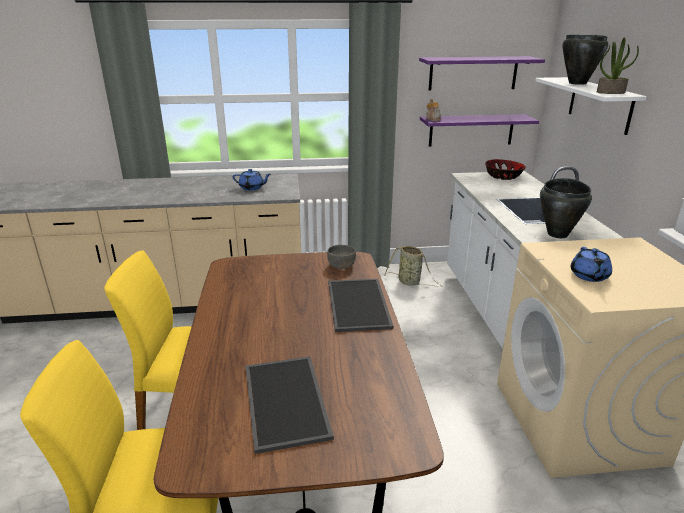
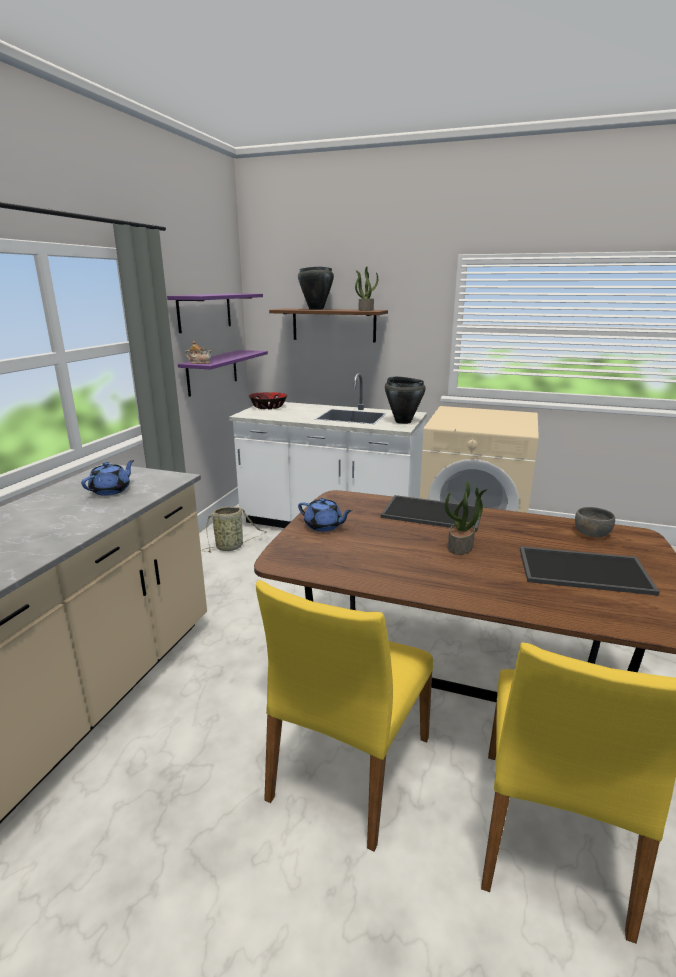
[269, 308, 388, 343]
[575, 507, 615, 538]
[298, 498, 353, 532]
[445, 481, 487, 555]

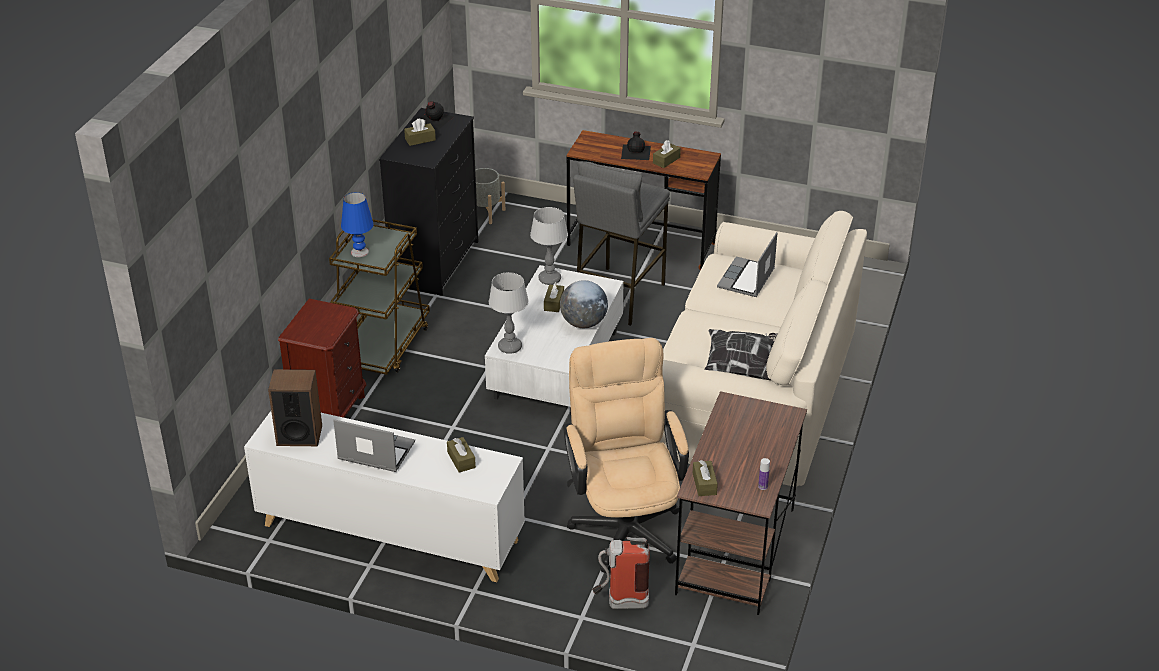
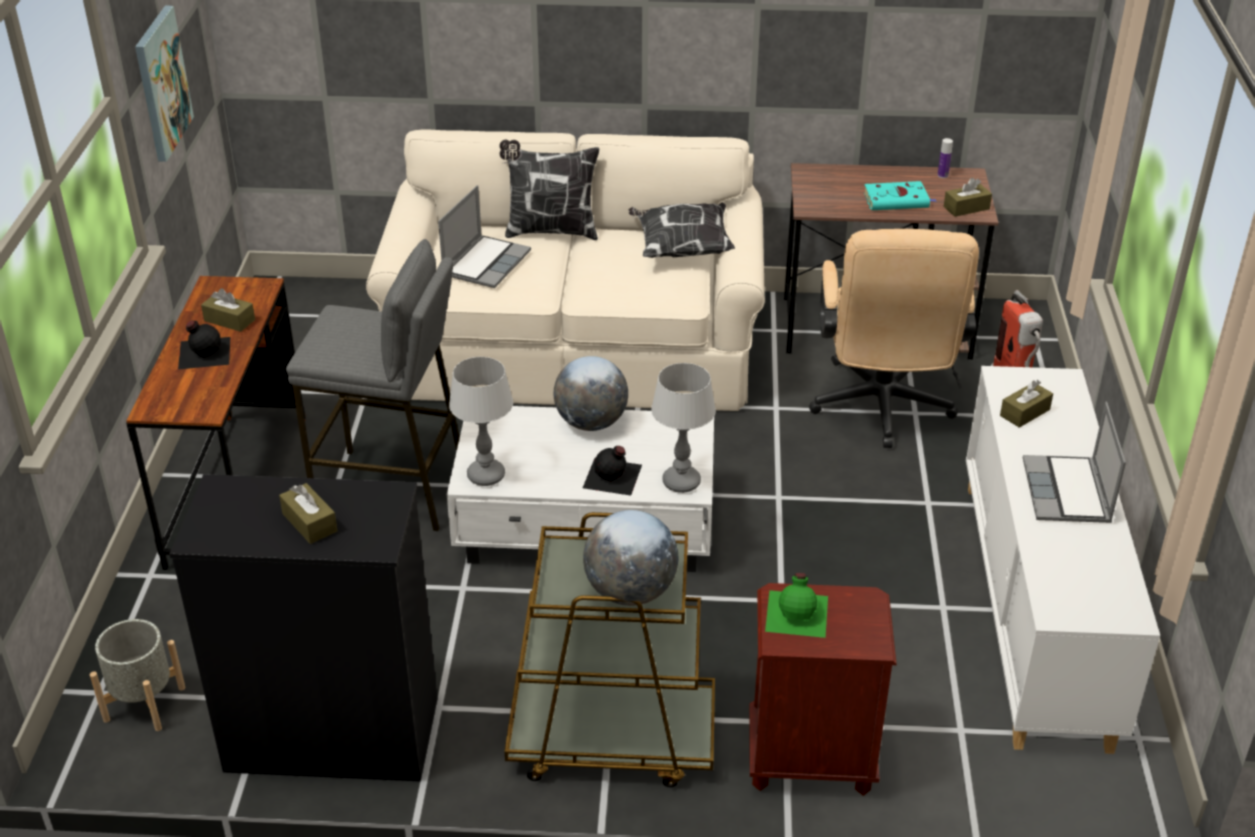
[583, 446, 642, 496]
[583, 510, 678, 606]
[438, 185, 531, 288]
[544, 282, 564, 312] (first image)
[809, 229, 979, 448]
[268, 369, 322, 446] (first image)
[135, 6, 194, 162]
[499, 140, 599, 240]
[864, 181, 937, 210]
[765, 573, 828, 638]

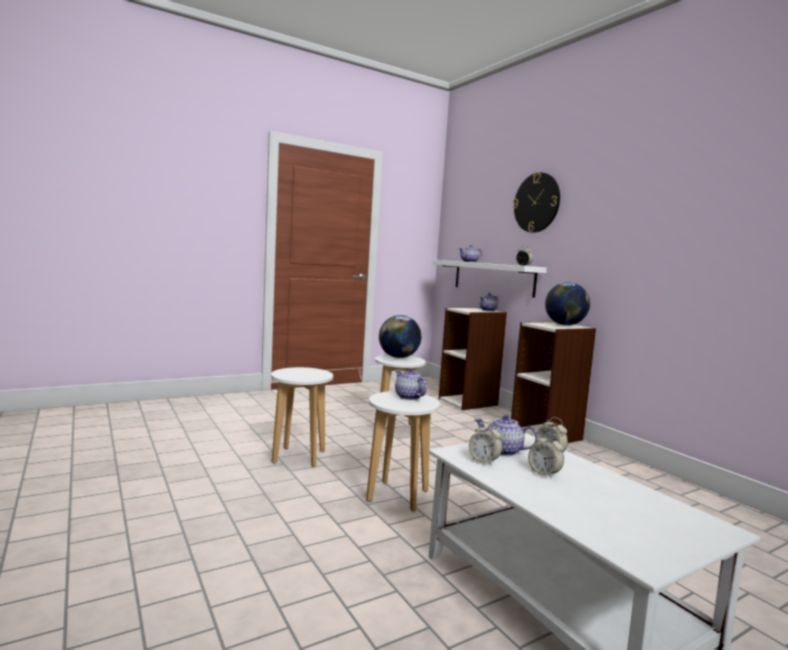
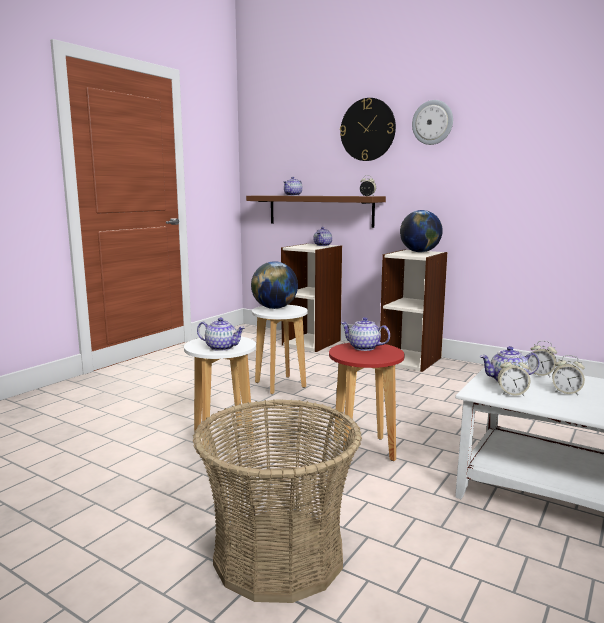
[246, 195, 386, 228]
[329, 343, 405, 461]
[412, 100, 453, 145]
[197, 317, 245, 351]
[193, 399, 362, 603]

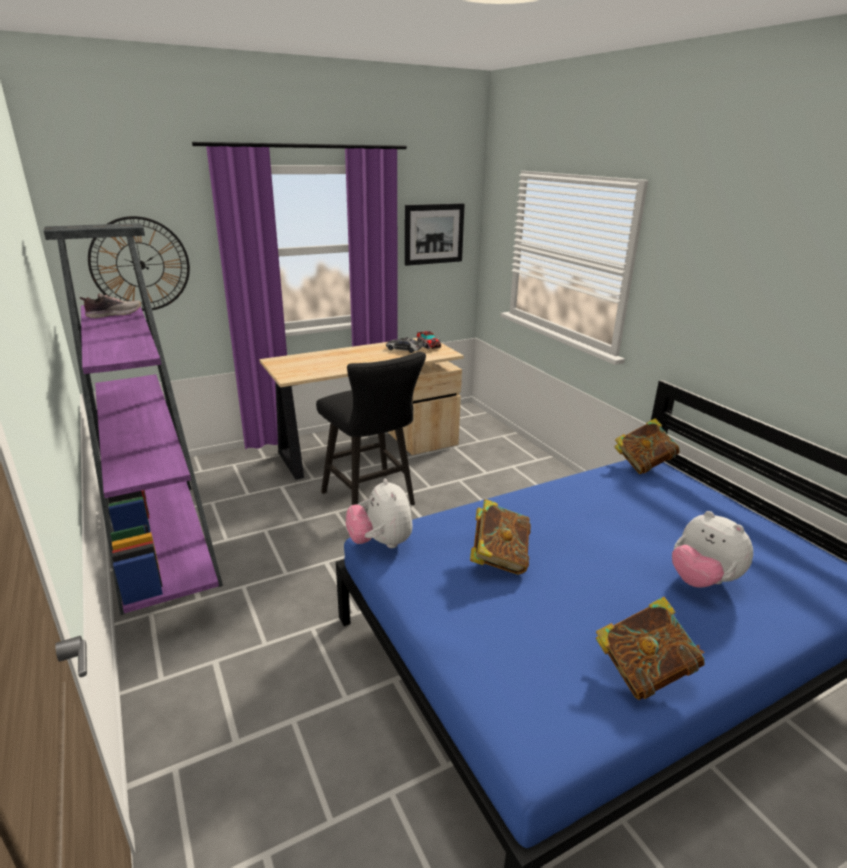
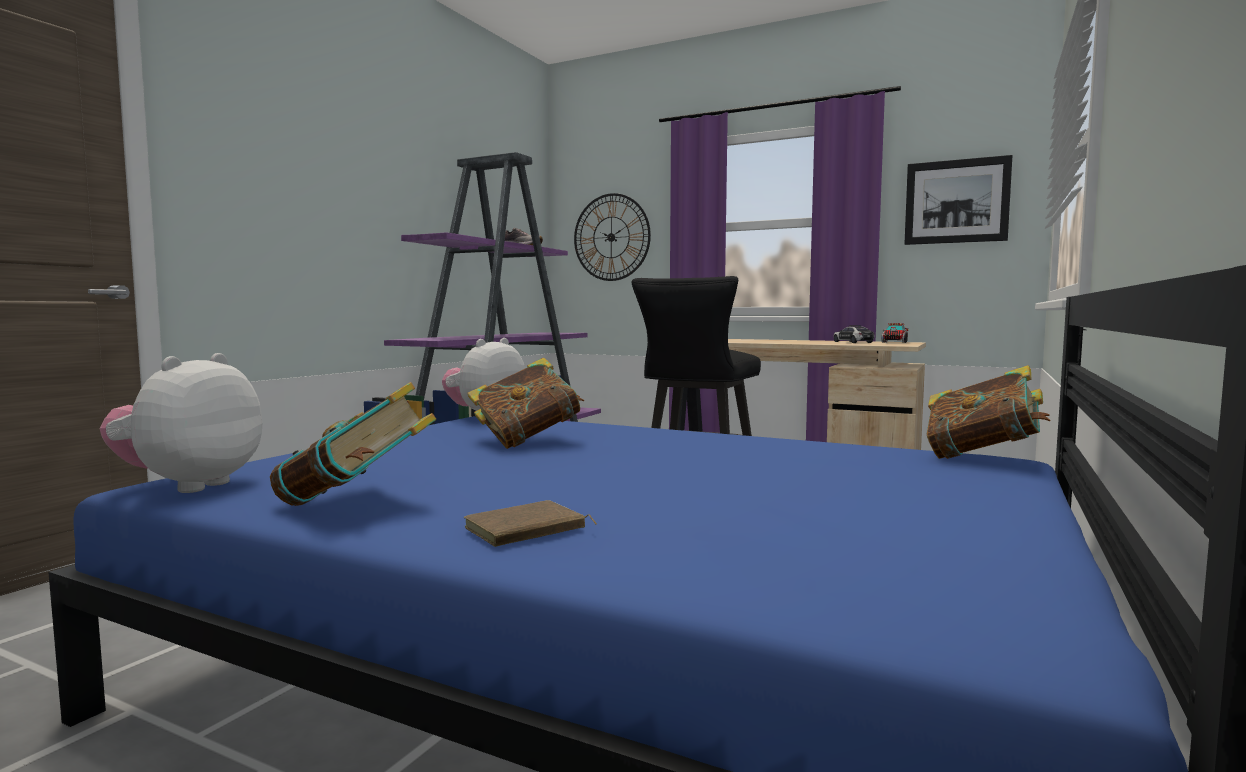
[100, 353, 262, 493]
[464, 500, 597, 547]

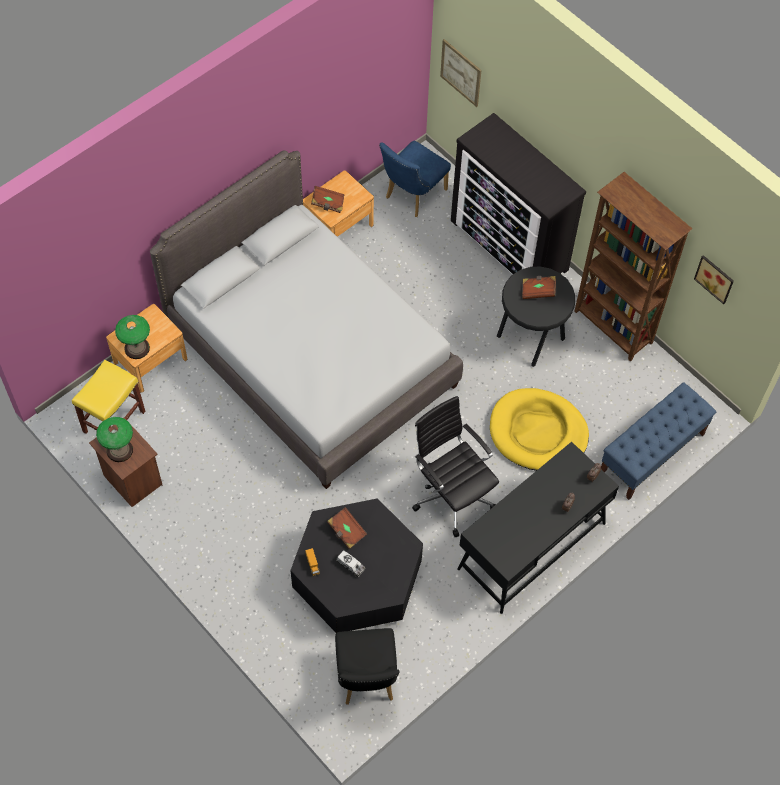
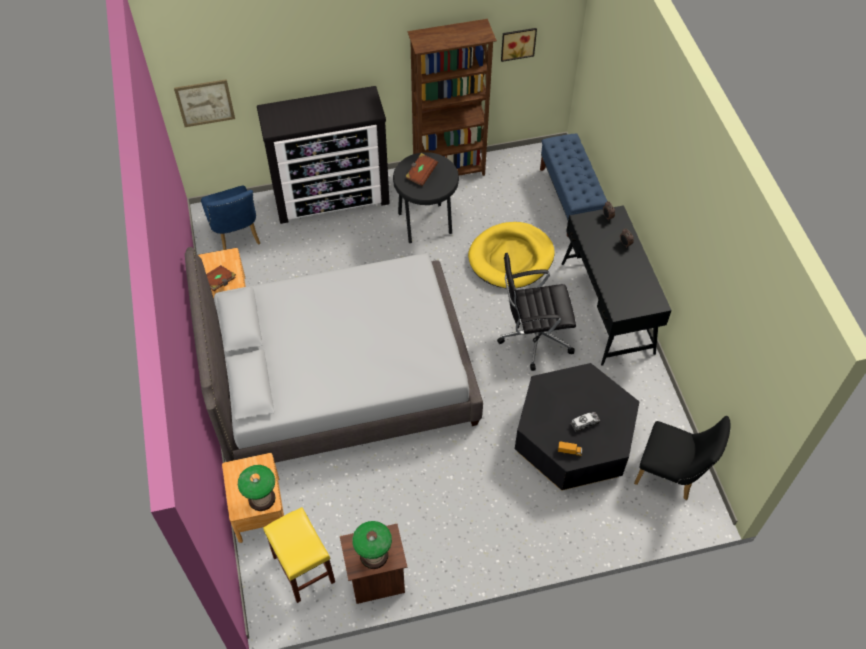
[328, 507, 367, 549] (first image)

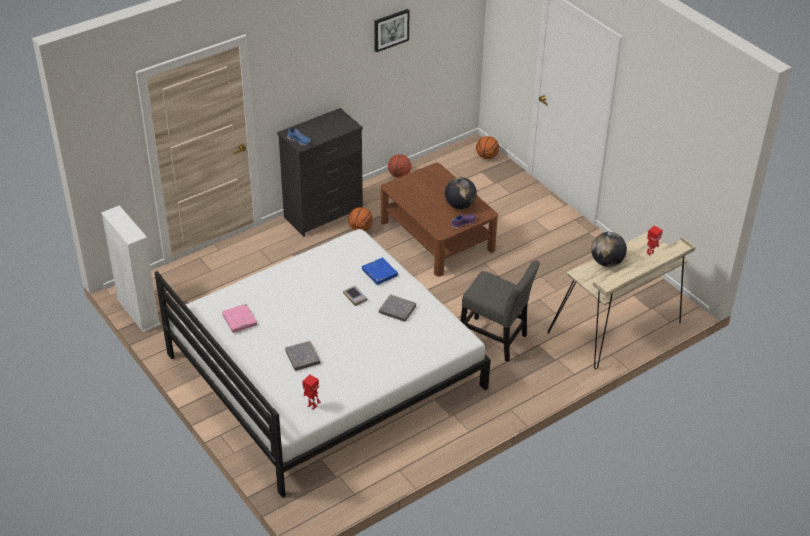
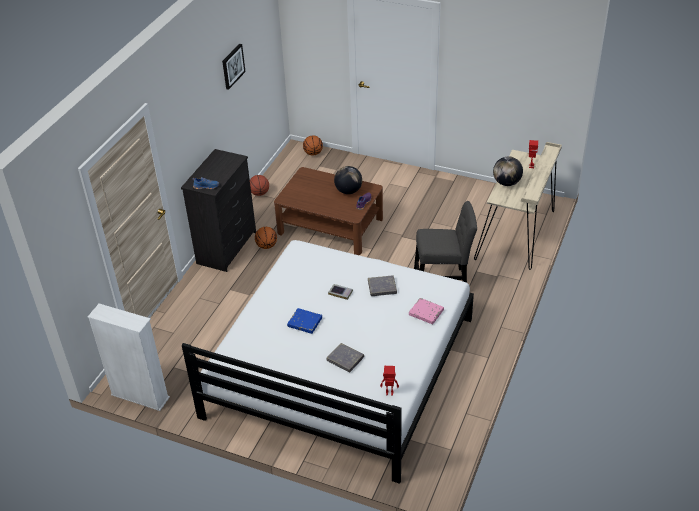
[287, 308, 322, 334]
[409, 298, 444, 324]

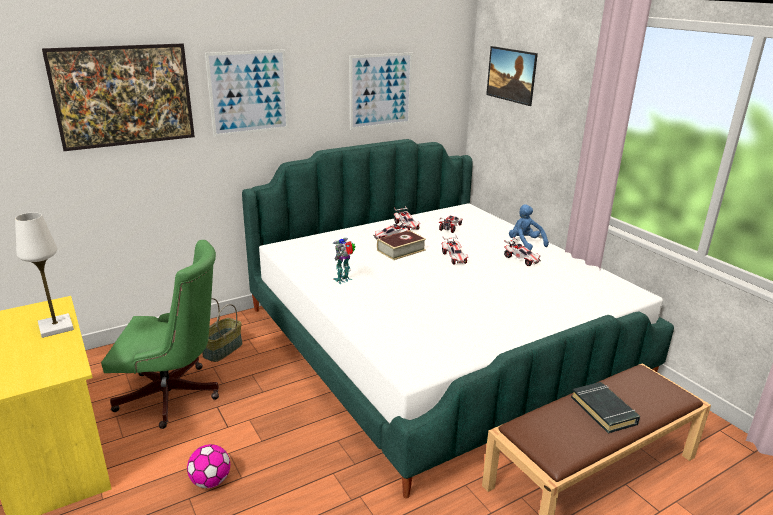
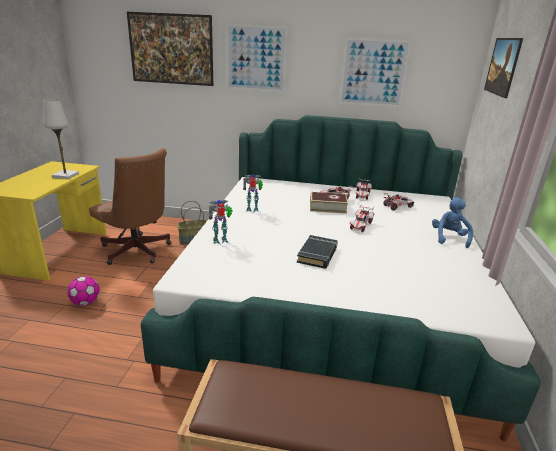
[504, 237, 541, 266] (first image)
[89, 148, 171, 265]
[297, 235, 338, 269]
[208, 200, 233, 244]

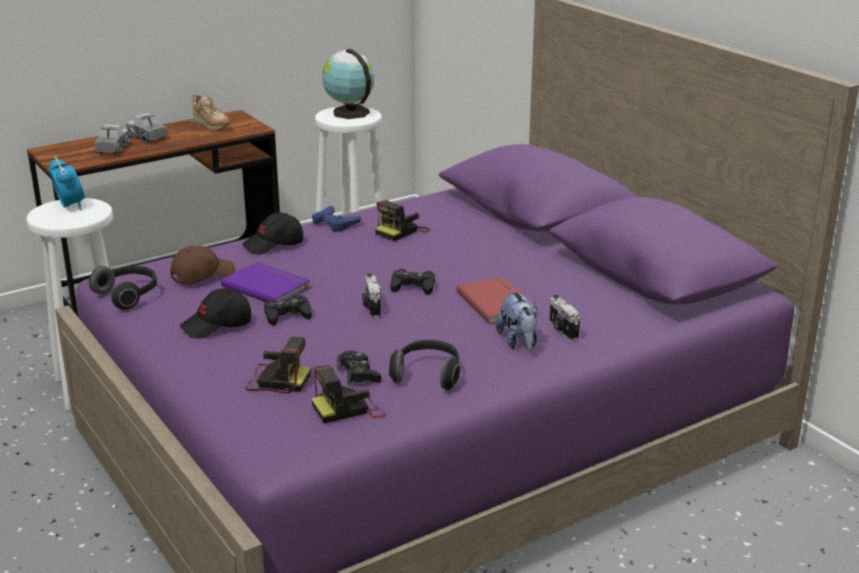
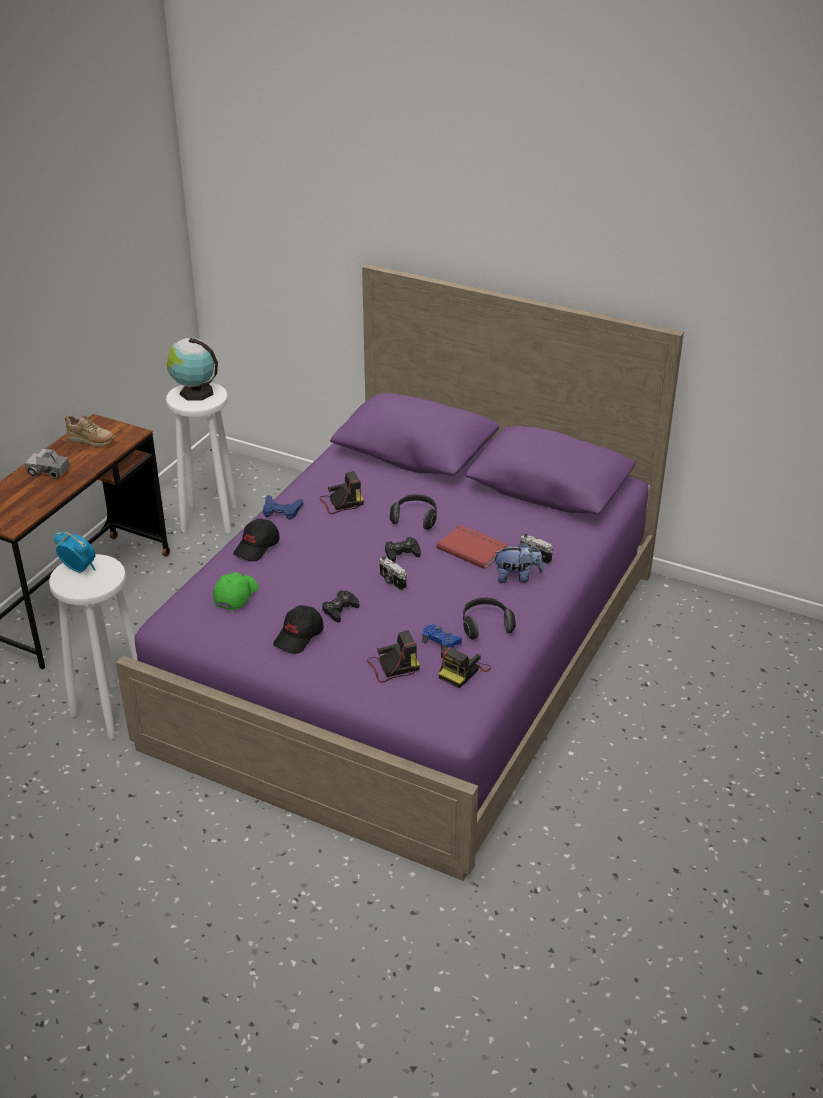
[95, 124, 131, 154] (first image)
[319, 471, 364, 514]
[213, 572, 259, 610]
[221, 262, 311, 302] (first image)
[389, 494, 437, 530]
[493, 542, 543, 583]
[422, 625, 462, 651]

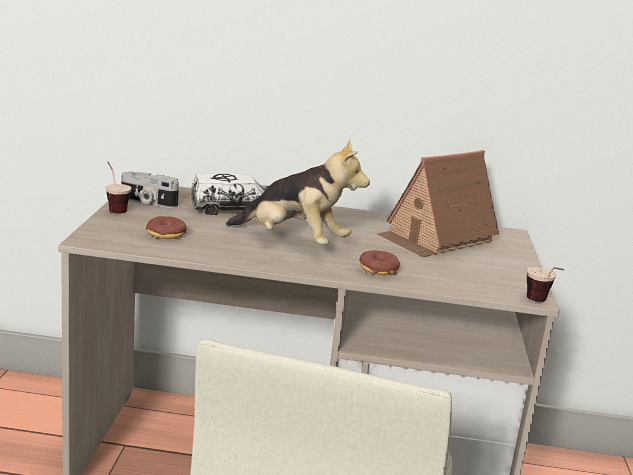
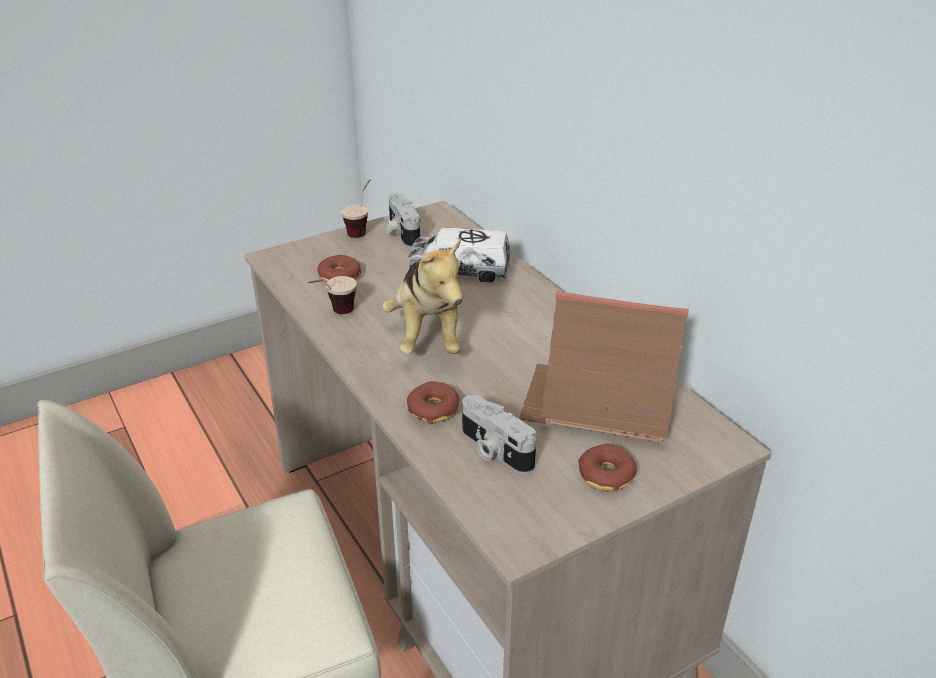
[409, 227, 511, 282]
[307, 276, 357, 314]
[462, 395, 536, 474]
[578, 444, 637, 491]

